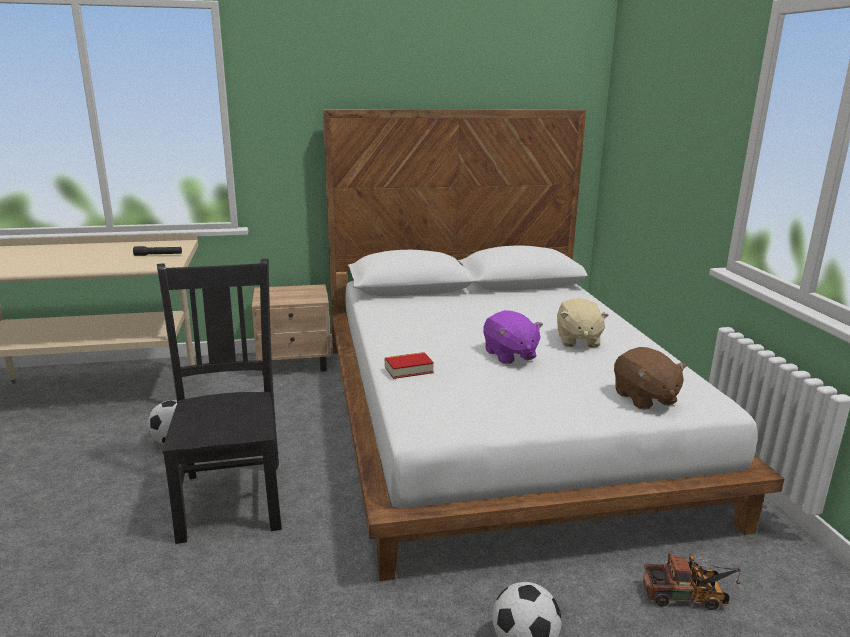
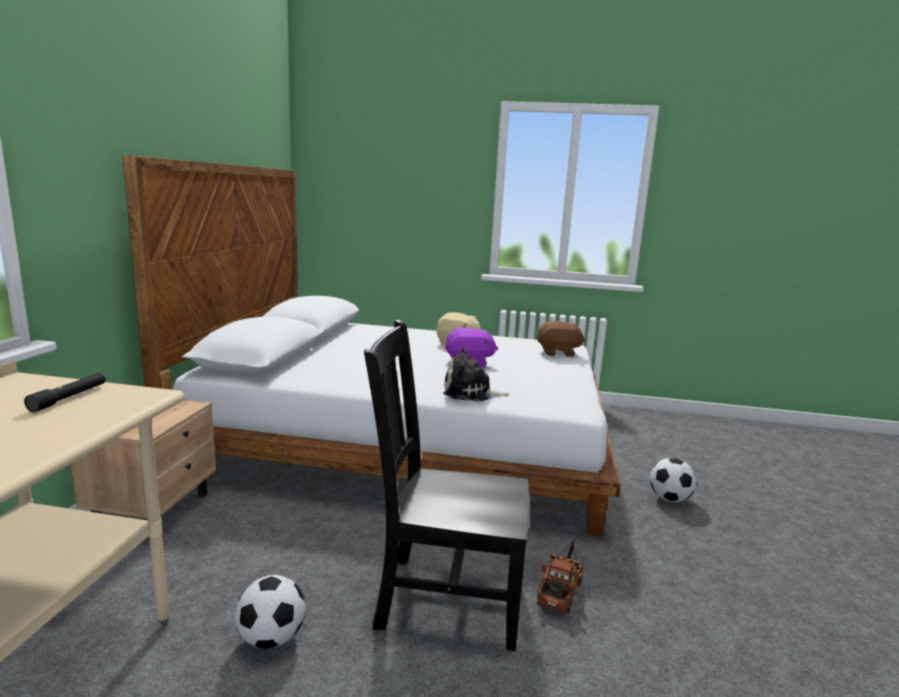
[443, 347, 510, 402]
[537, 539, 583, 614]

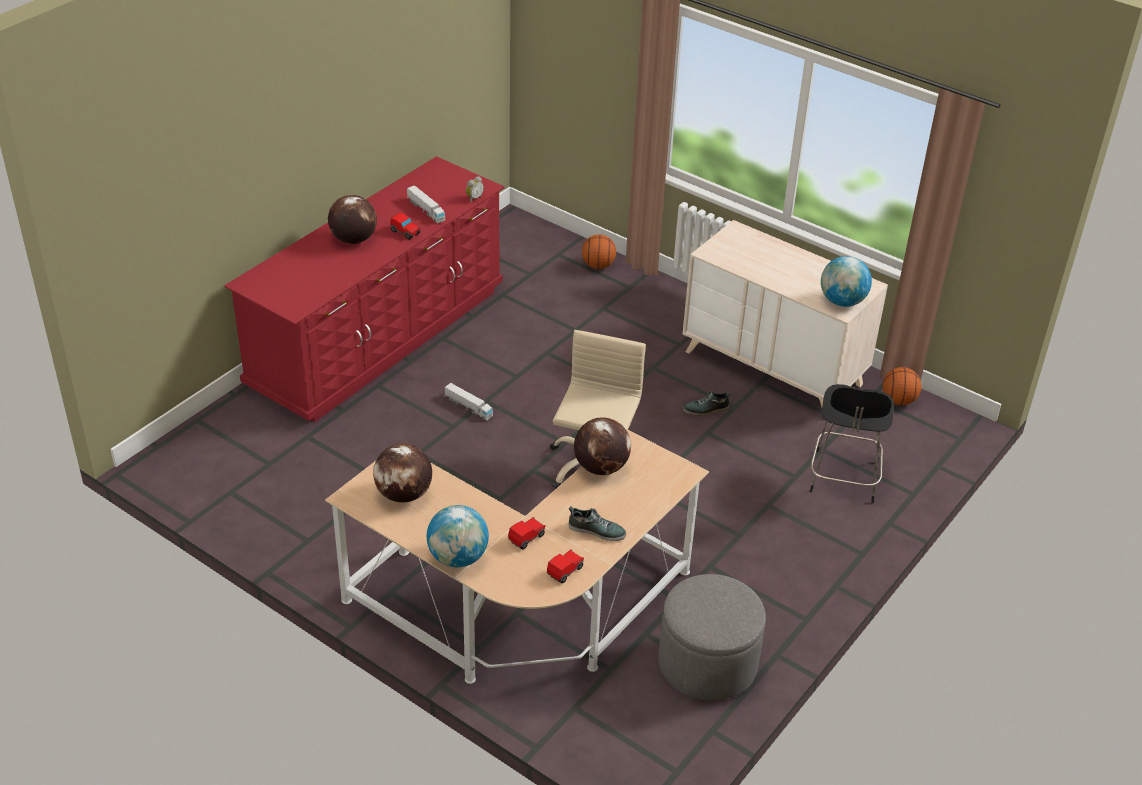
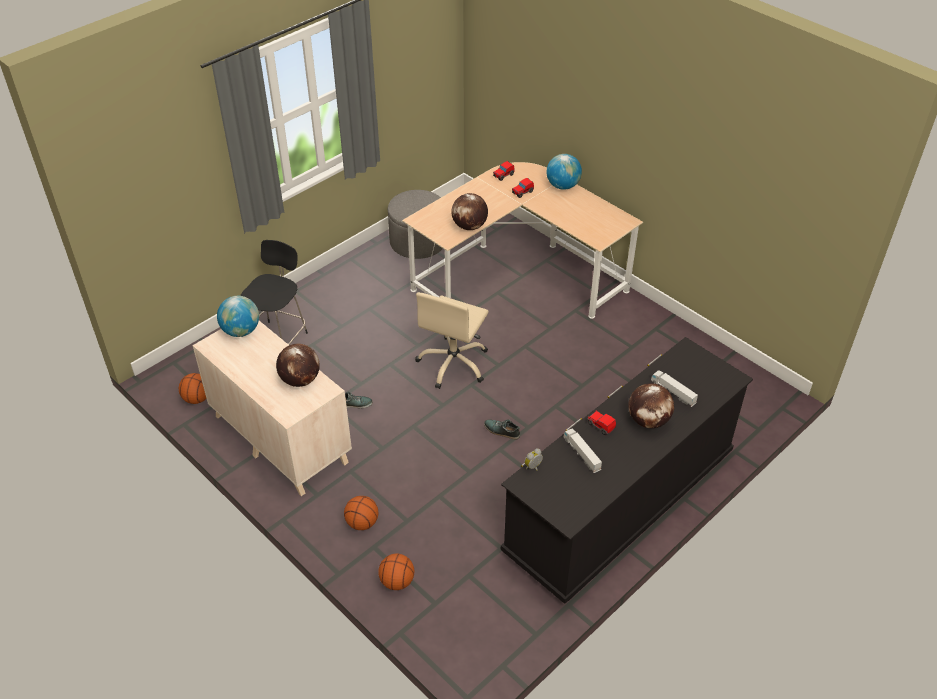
[501, 337, 753, 604]
[651, 370, 698, 407]
[276, 344, 320, 387]
[484, 419, 521, 440]
[344, 496, 378, 530]

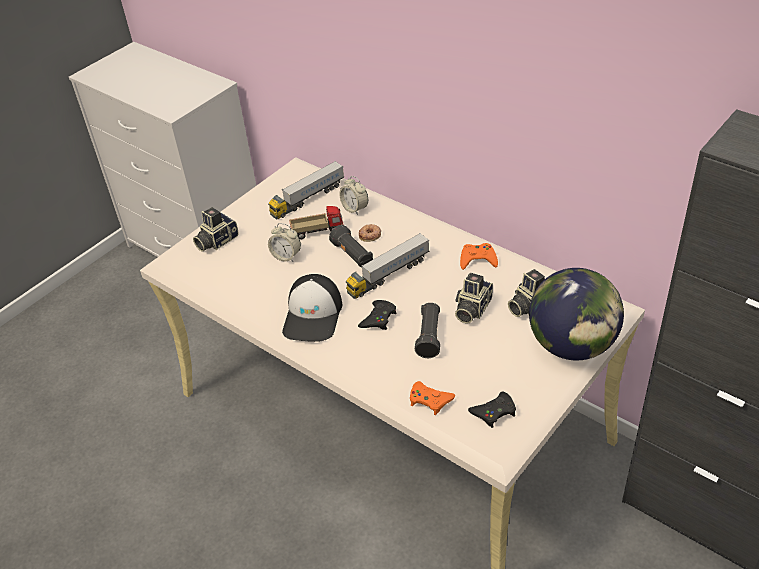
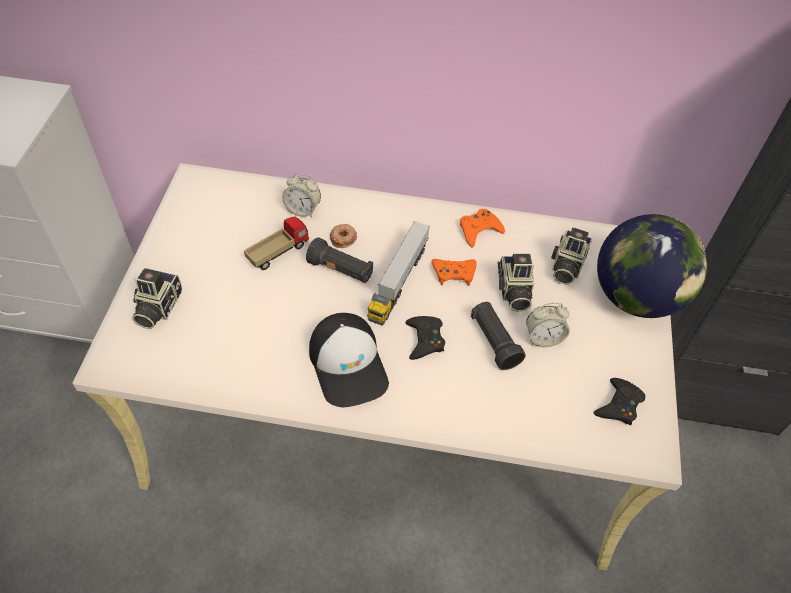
[268, 161, 344, 219] (first image)
[526, 303, 570, 347]
[432, 259, 477, 285]

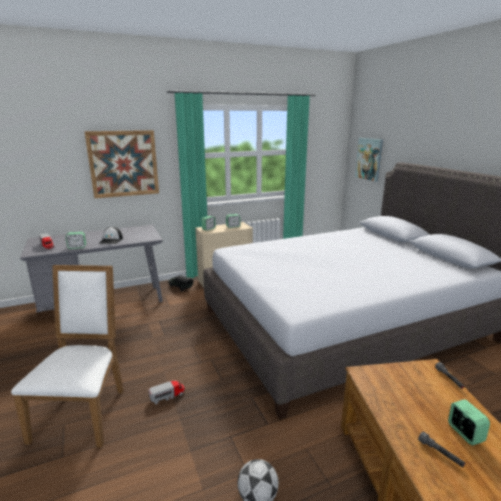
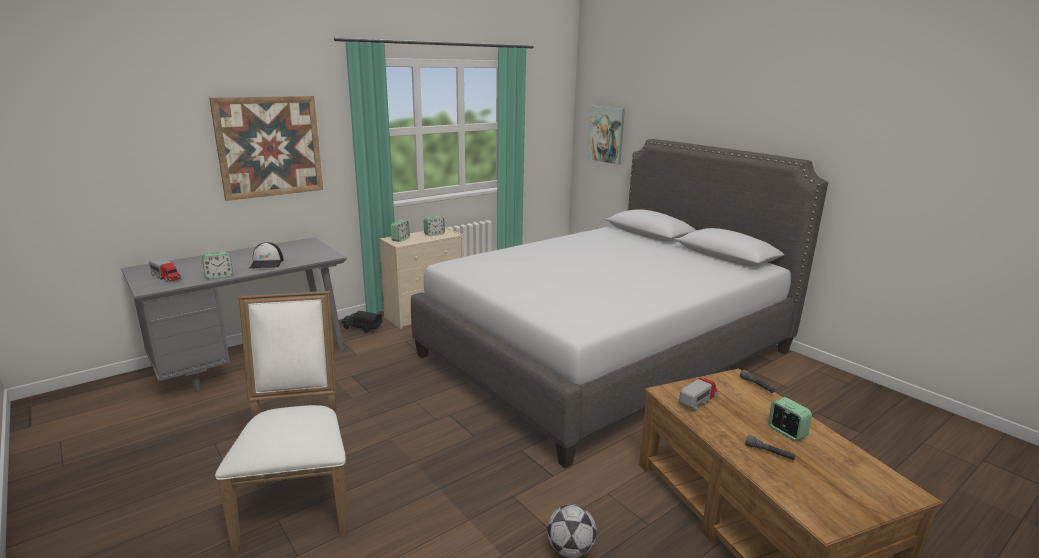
[679, 378, 717, 411]

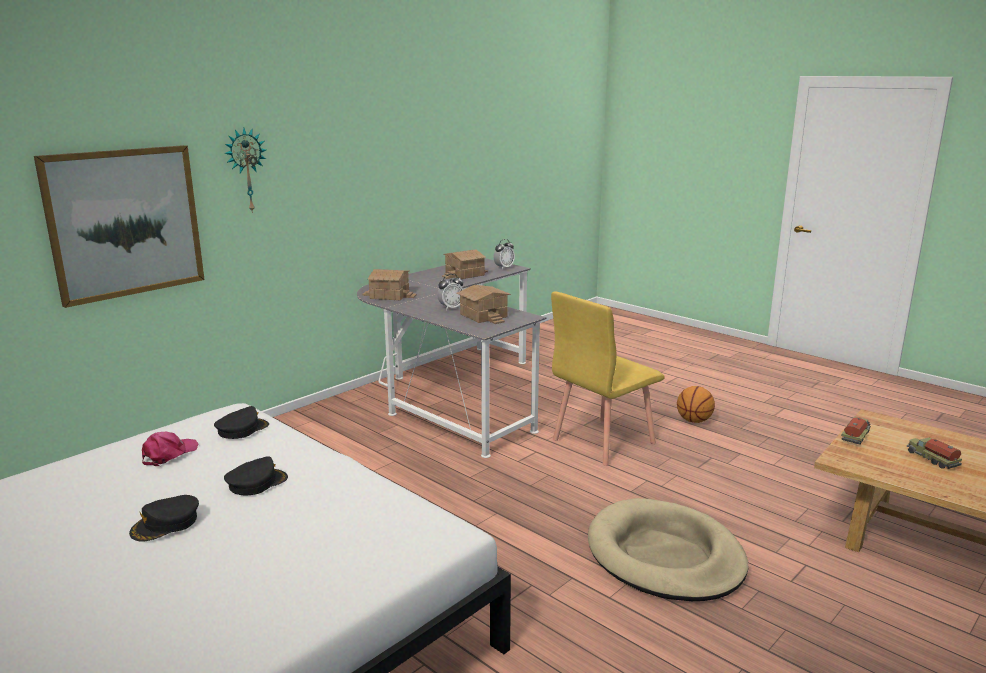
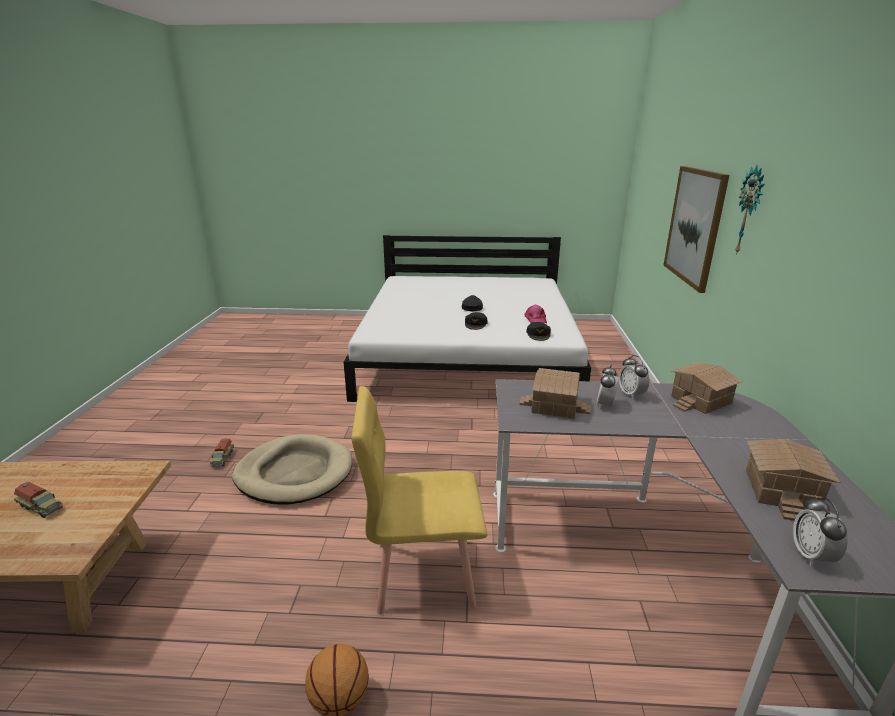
[351, 386, 487, 615]
[210, 438, 234, 467]
[619, 355, 649, 399]

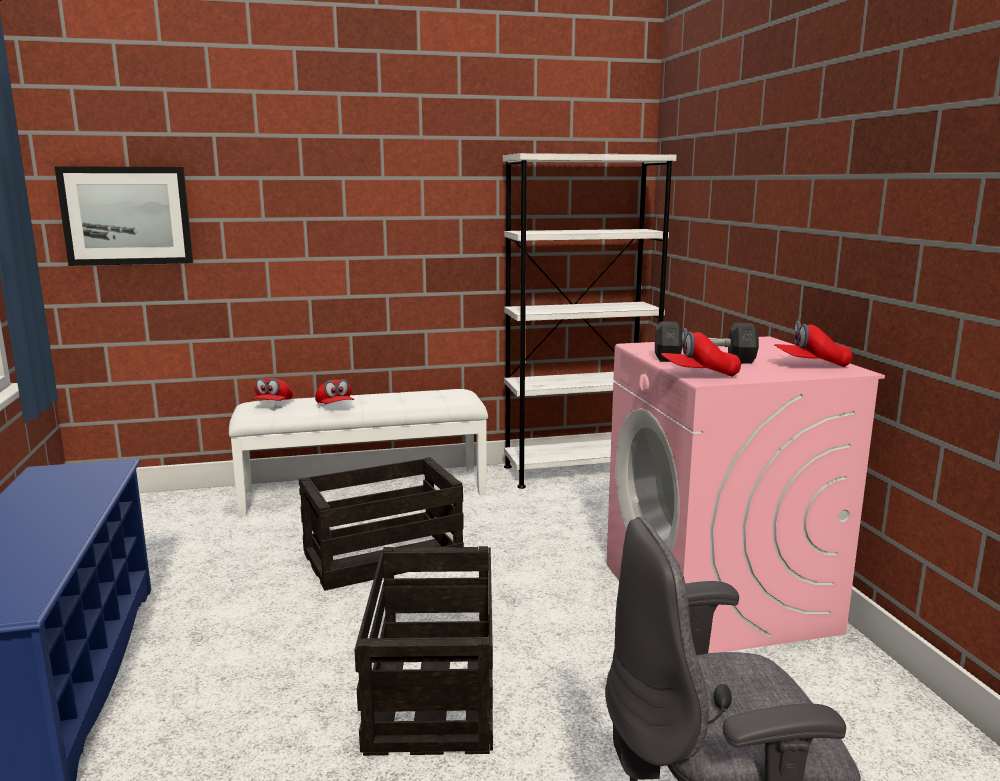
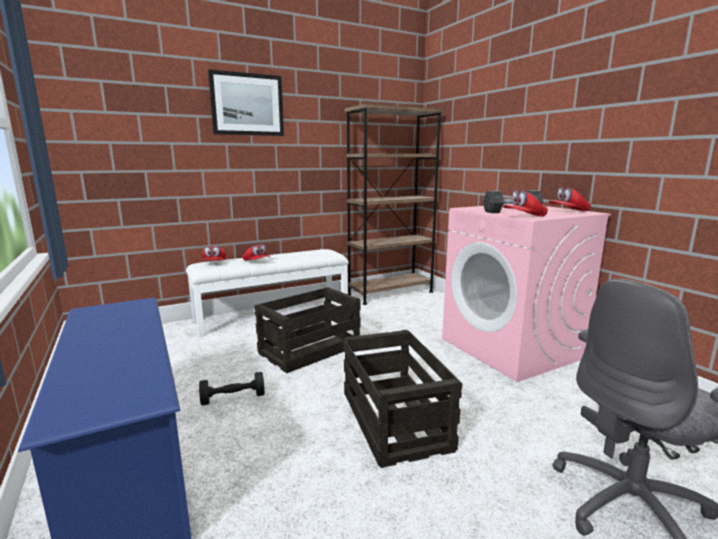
[344, 104, 444, 305]
[208, 69, 284, 136]
[199, 372, 265, 406]

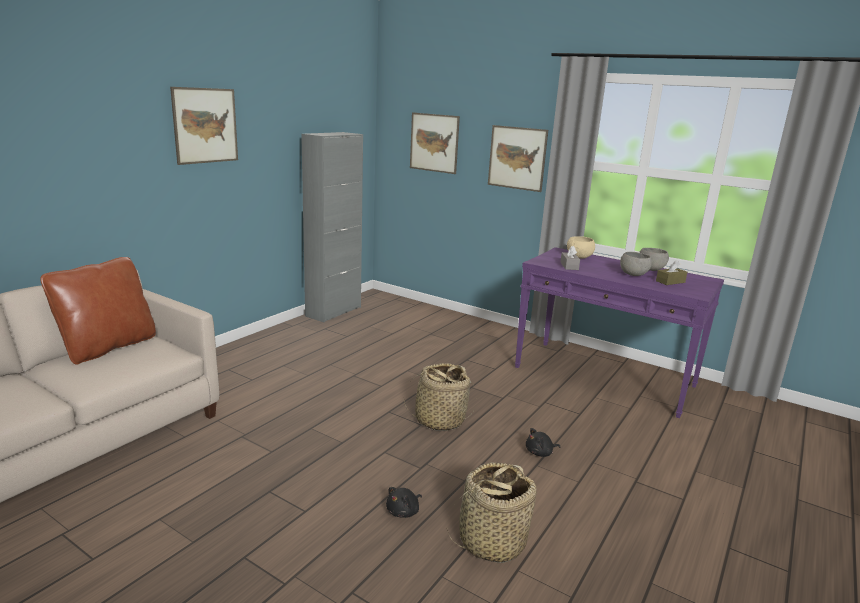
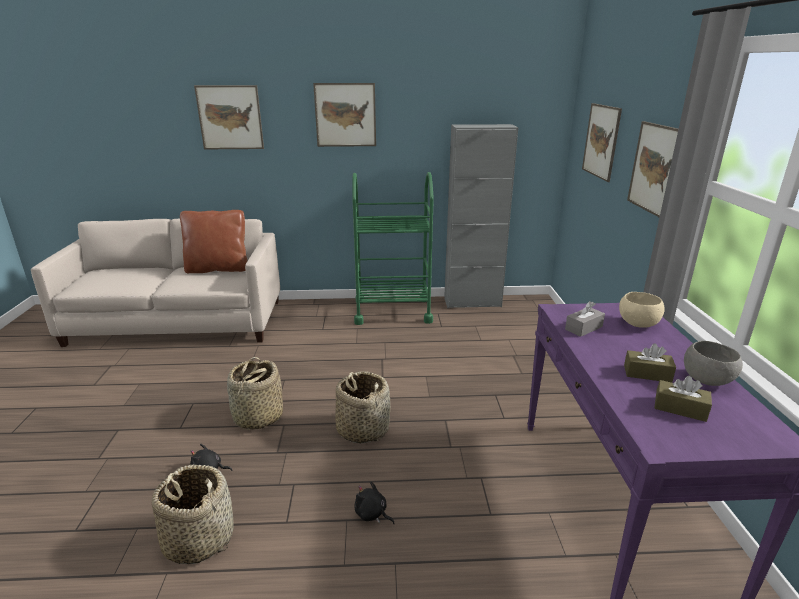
[624, 344, 676, 383]
[194, 85, 264, 149]
[352, 172, 434, 325]
[227, 357, 283, 430]

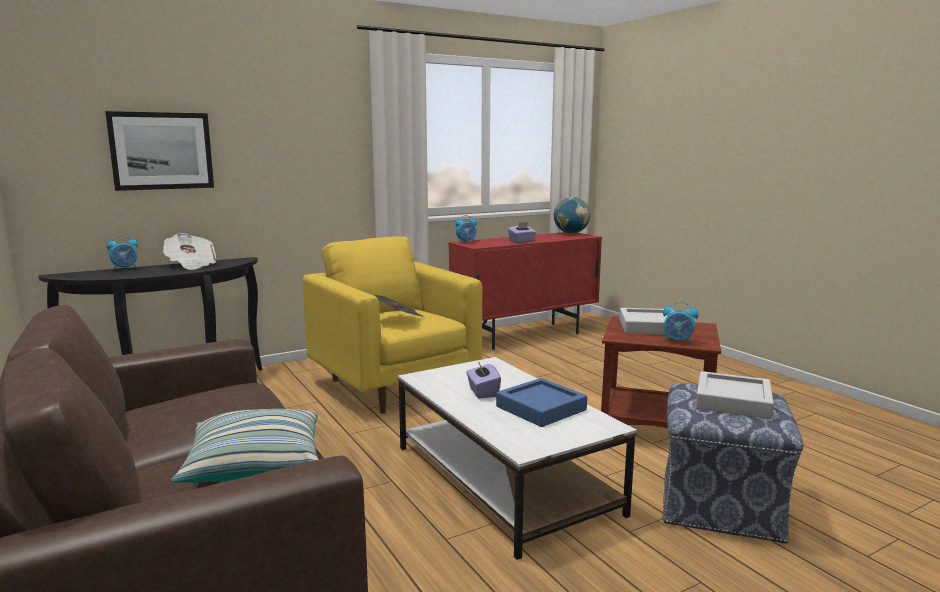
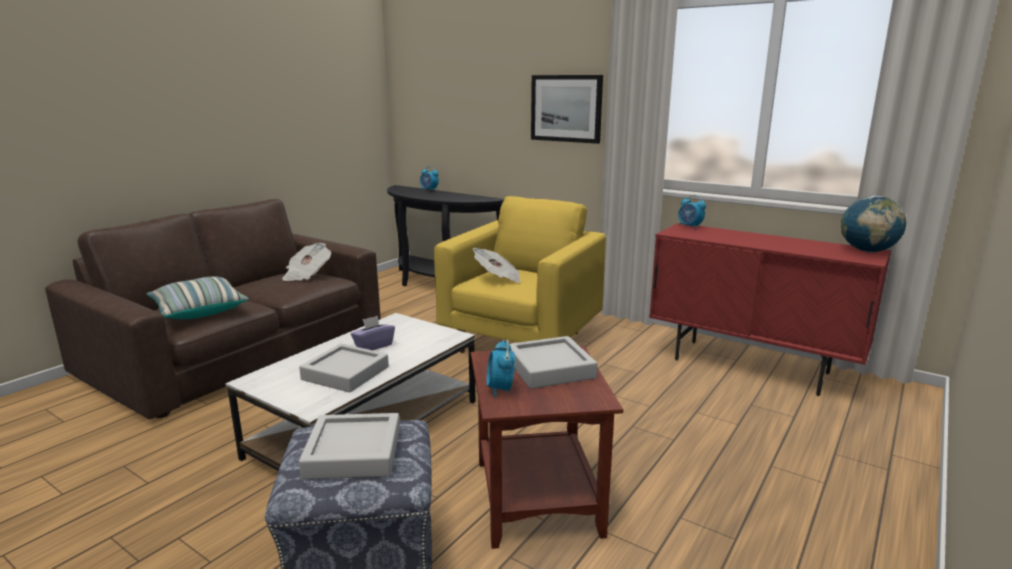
[531, 75, 603, 144]
[508, 222, 536, 243] (first image)
[282, 243, 331, 281]
[299, 344, 389, 393]

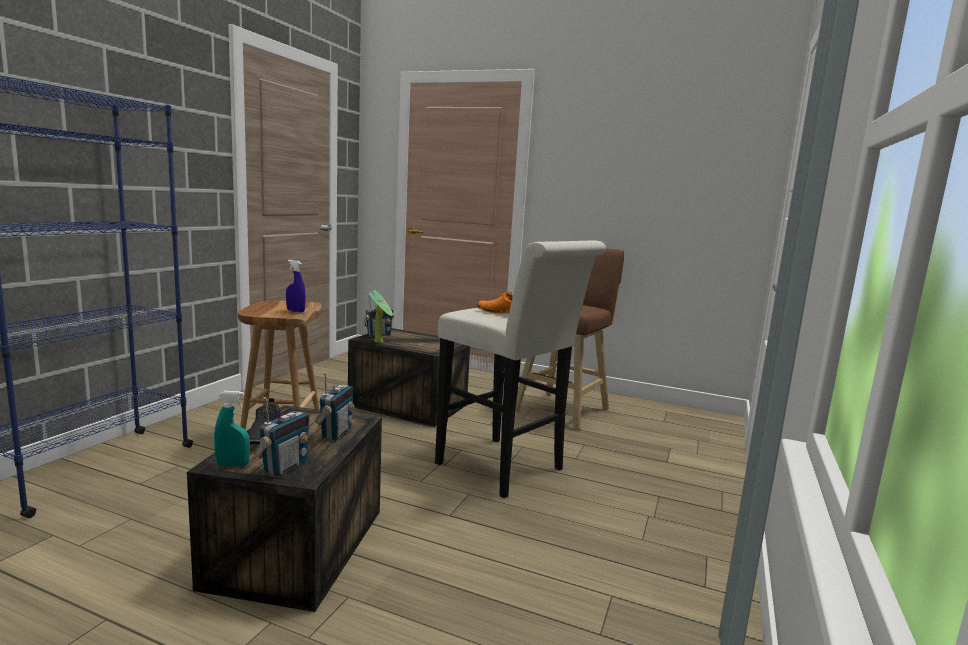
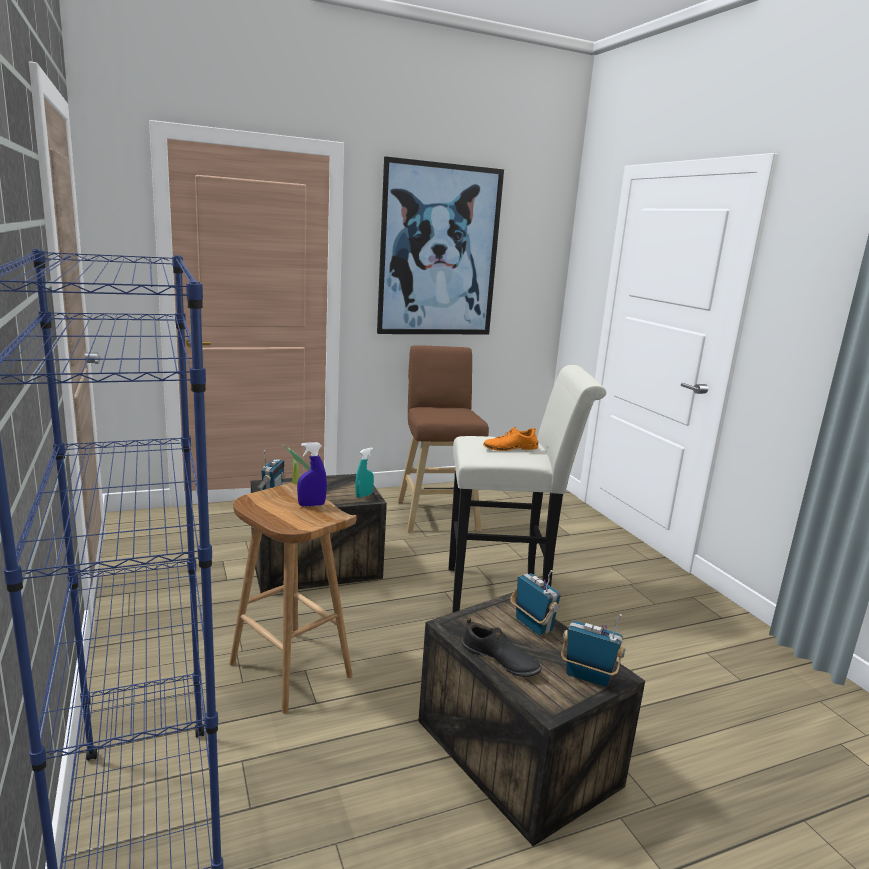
[355, 448, 374, 498]
[561, 614, 625, 687]
[377, 156, 504, 334]

